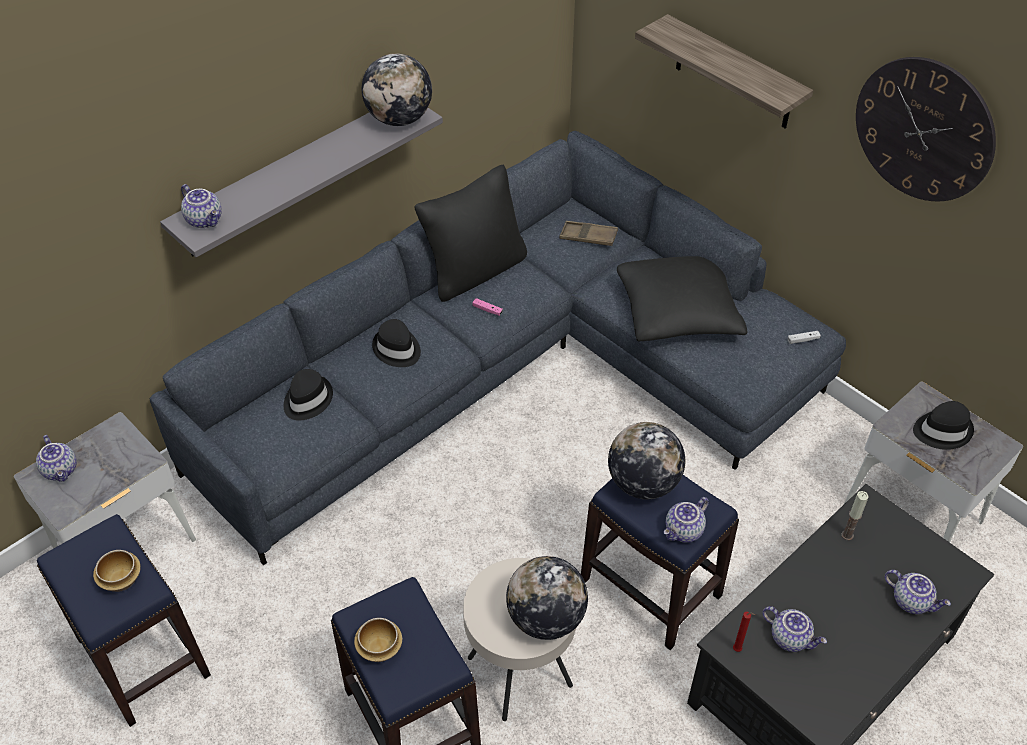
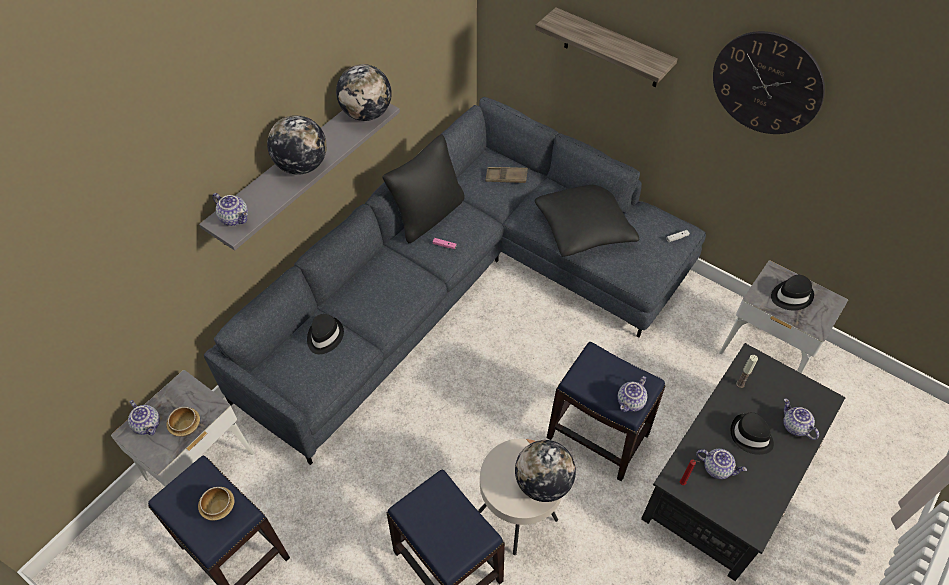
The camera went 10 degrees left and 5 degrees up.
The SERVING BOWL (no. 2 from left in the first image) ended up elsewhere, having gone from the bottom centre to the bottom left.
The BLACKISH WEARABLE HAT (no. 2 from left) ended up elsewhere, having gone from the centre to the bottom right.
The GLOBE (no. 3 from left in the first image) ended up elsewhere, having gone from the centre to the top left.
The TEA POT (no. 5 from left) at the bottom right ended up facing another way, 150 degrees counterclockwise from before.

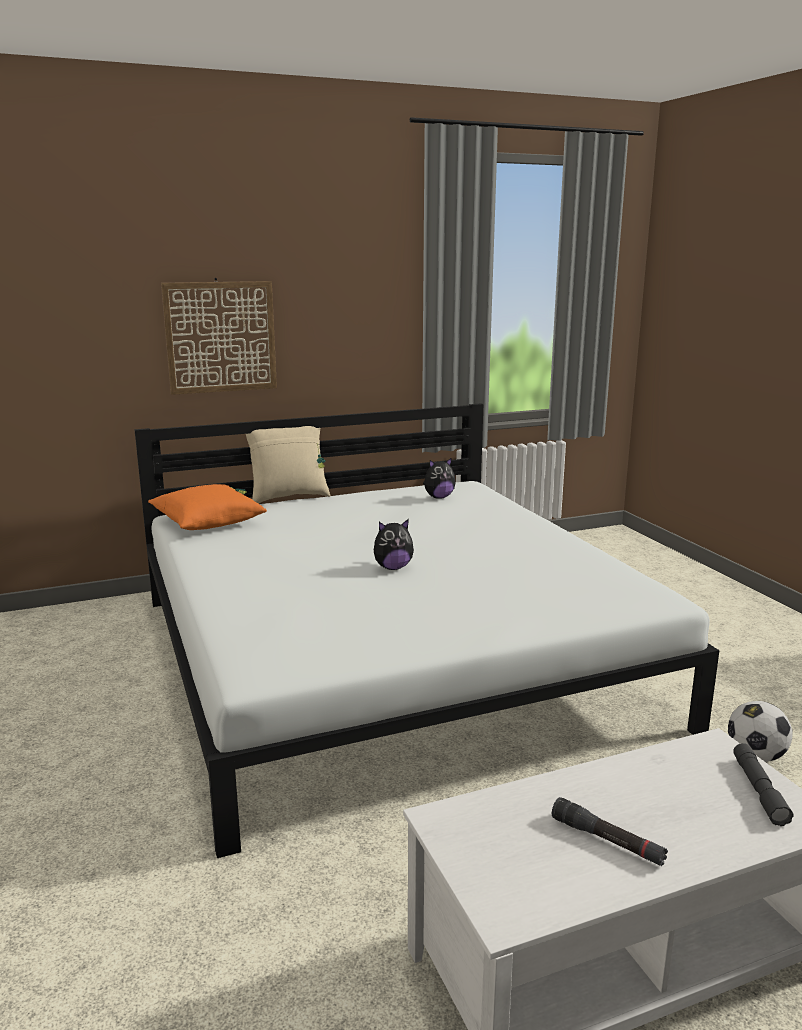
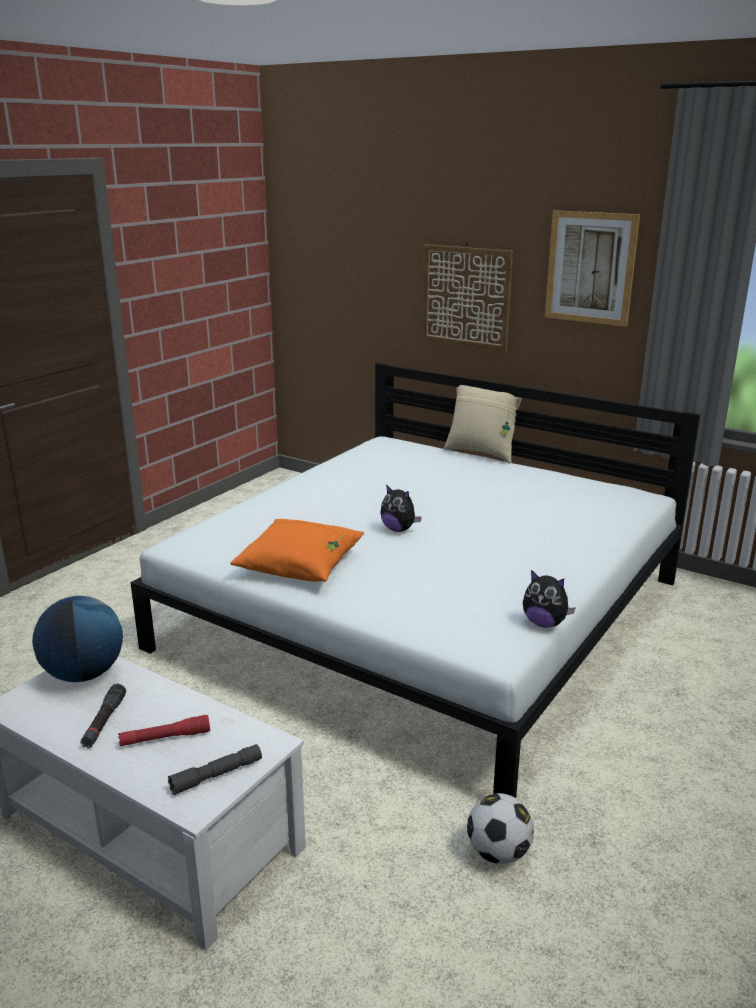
The camera went 55 degrees right and 5 degrees up.
The ORANGEY CUSHION ended up elsewhere, having gone from the middle left to the centre.
The PLUSH TOY (no. 2 from left) ended up elsewhere, having gone from the centre to the middle right.
The second view gained the GLOBE at the middle left.
The second view gained the RED FLASHLIGHT at the bottom left.
The second view gained the WALL PICTURE (no. 2 from left) at the top right.

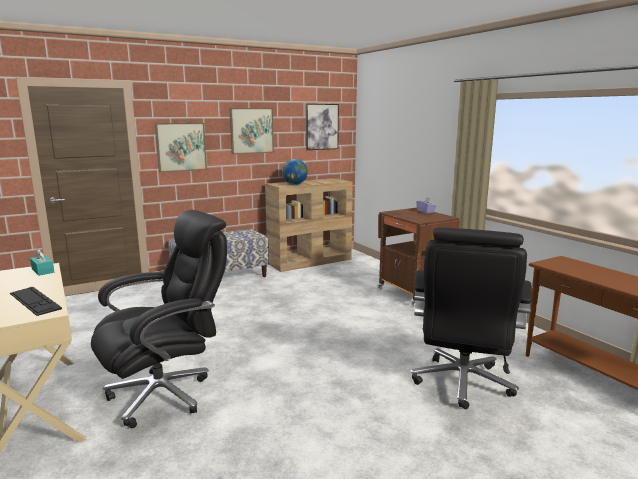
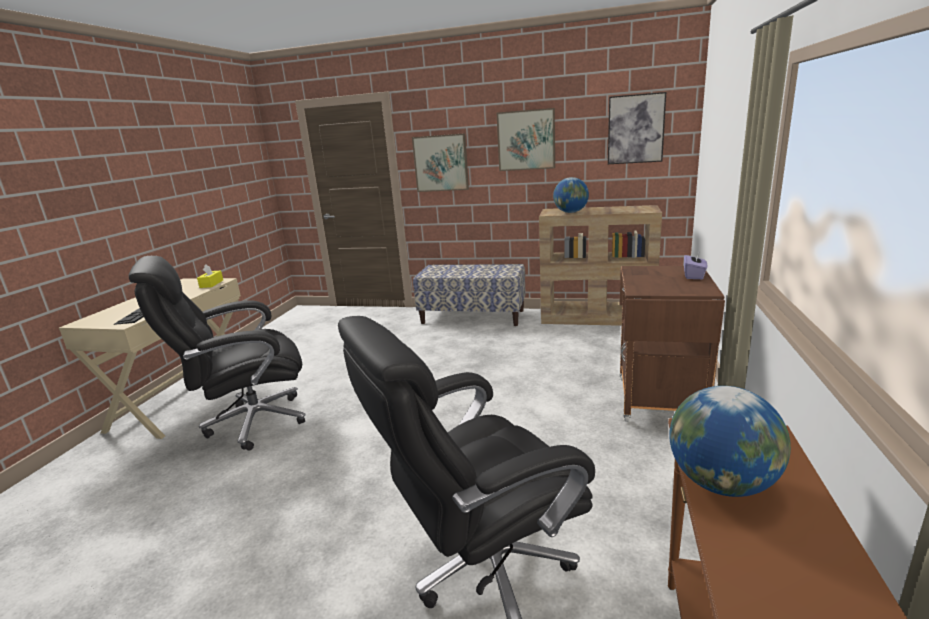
The camera went 45 degrees right and 5 degrees up.
What was the TURQUOISE BOX OF TISSUES at the middle left turned into the YELLOW-COLOURED BOX OF TISSUES at the middle left.
The BLACKISH COMPUTER CHAIR (no. 1 from left) at the middle left ended up facing another way, 150 degrees clockwise from before.
The second view gained the GLOBE (no. 2 from left) at the bottom right.

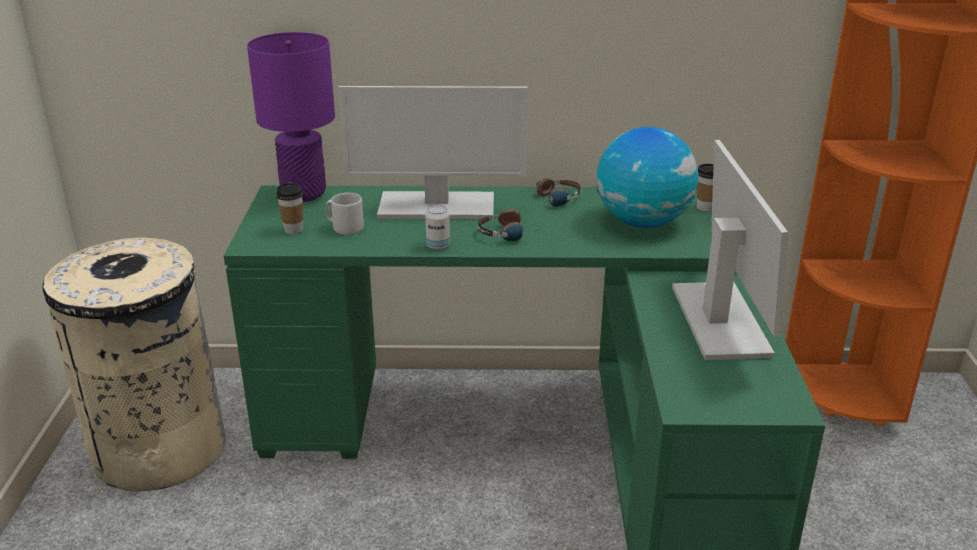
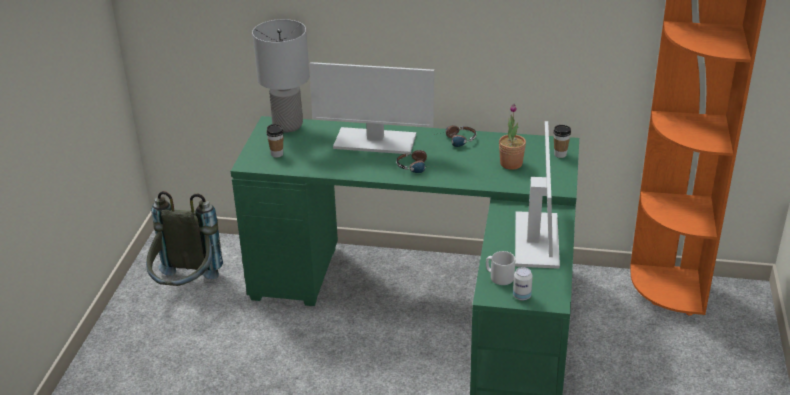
The camera went 10 degrees right and 5 degrees up.
Where the BEIGE TRASH CAN stood at the middle left, the GREY BACKPACK came to stand at the middle left.
What was the PURPLE-COLOURED TABLETOP LAMP at the top left turned into the GREY TABLETOP LAMP at the top centre.
The GREY MUG ended up elsewhere, having gone from the centre to the bottom centre.
The SEALED CAN ended up elsewhere, having gone from the centre to the bottom centre.
Where the GLOBE stood at the top centre, the POTTED PLANT came to stand at the centre.

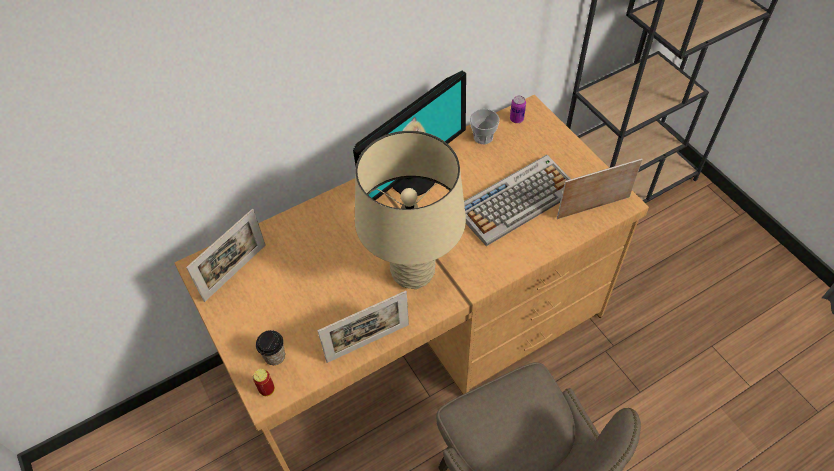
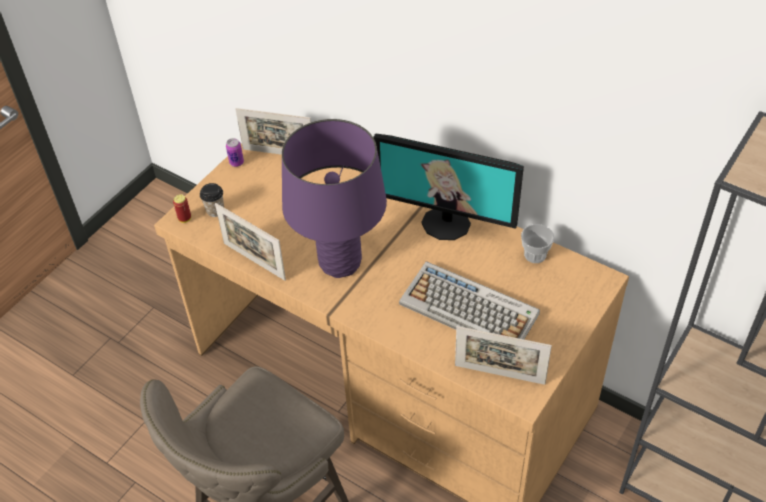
The camera went 65 degrees right and 5 degrees down.
What was the BEIGE TABLETOP LAMP at the centre turned into the PURPLE-COLOURED TABLETOP LAMP at the centre.
The SEALED CAN (no. 2 from left) ended up elsewhere, having gone from the top centre to the top left.
The PICTURE FRAME (no. 3 from left) at the middle right ended up facing another way, 150 degrees clockwise from before.

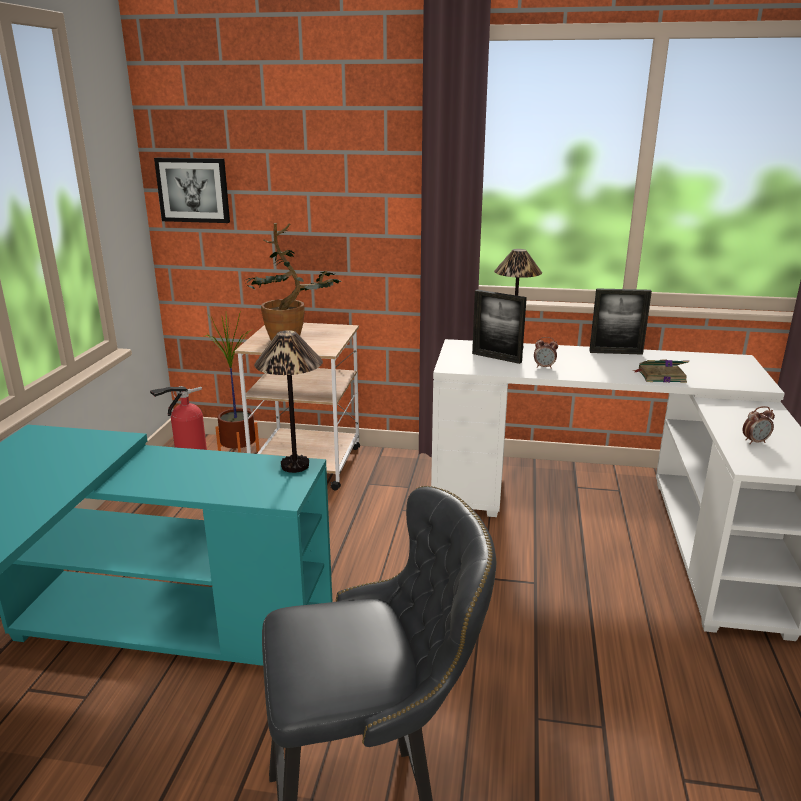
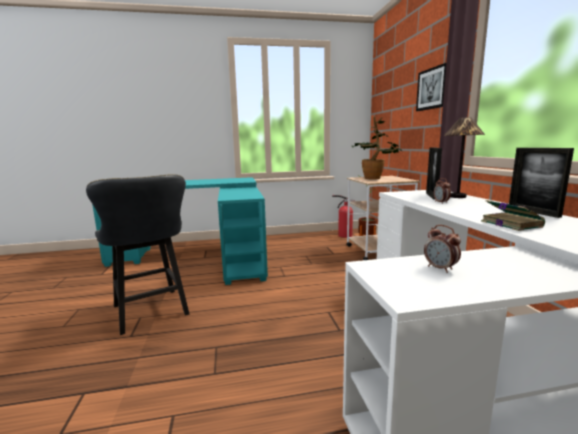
The camera went 70 degrees right and 10 degrees down.
The WALL PICTURE ended up elsewhere, having gone from the top left to the top right.
The second view lost the TABLETOP LAMP (no. 1 from left) at the centre.

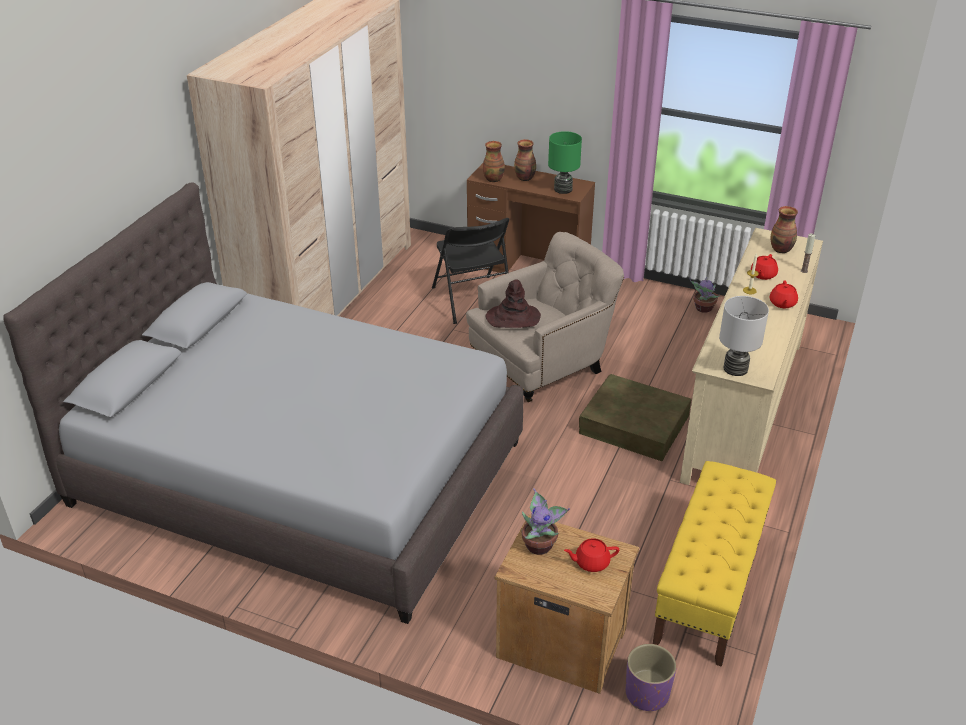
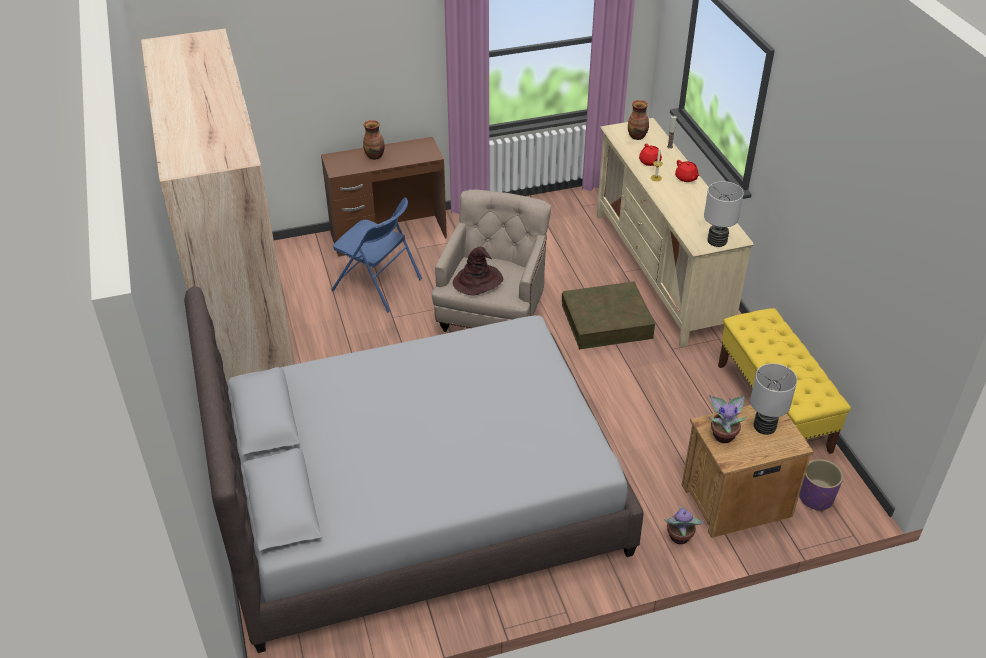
The camera went 40 degrees left and 5 degrees up.
What was the BLACKISH UPRIGHT CHAIR at the centre turned into the BLUE-COLOURED UPRIGHT CHAIR at the centre.
The second view lost the VASE (no. 1 from left) at the top centre.
The second view lost the GREEN TABLETOP LAMP at the top centre.
Where the RED TEA POT (no. 1 from left) stood at the bottom centre, the GREY TABLETOP LAMP (no. 2 from left) came to stand at the middle right.
The POTTED PLANT (no. 2 from left in the first image) ended up elsewhere, having gone from the middle right to the bottom right.

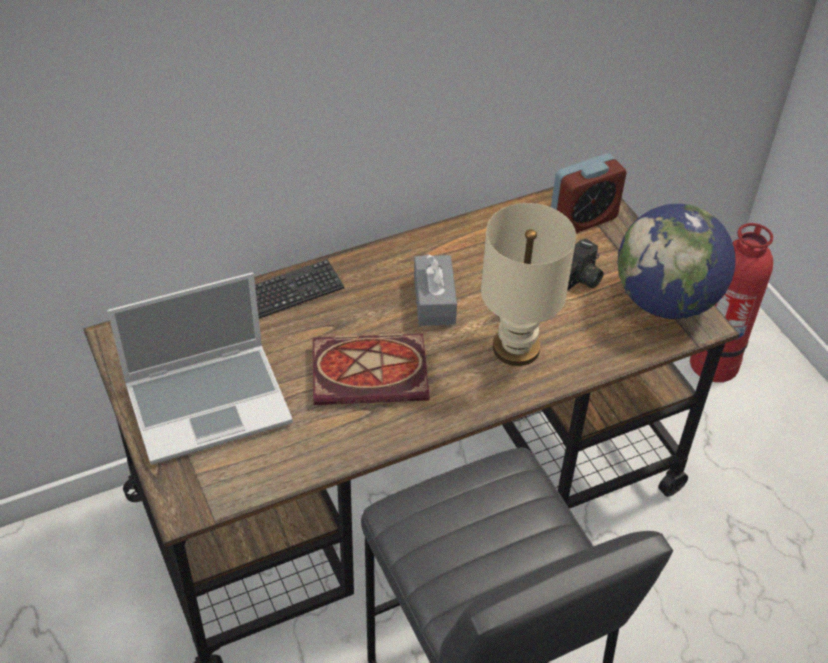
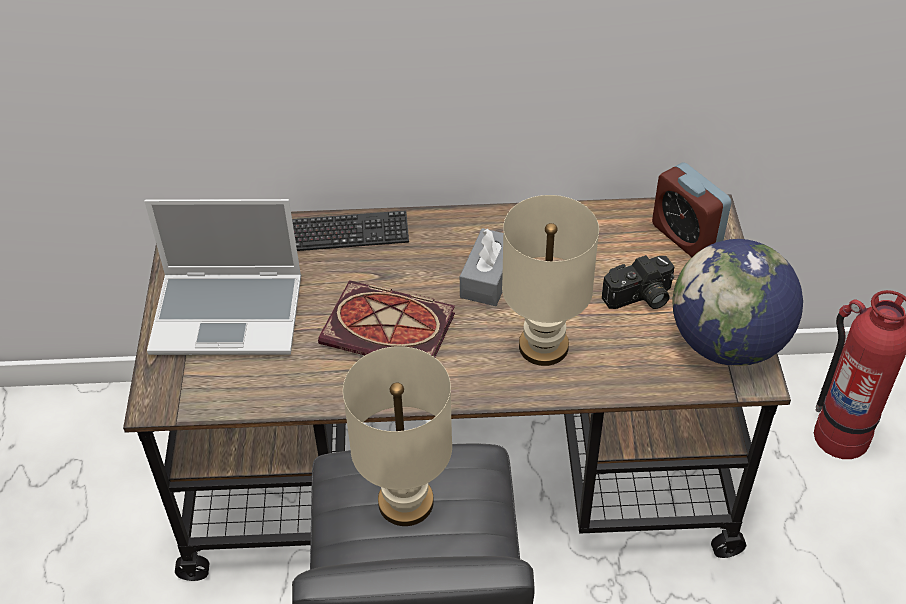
The camera went 25 degrees right and 0 degrees up.
The ALARM CLOCK at the top right ended up facing another way, 60 degrees clockwise from before.
The second view gained the BEIGE TABLETOP LAMP (no. 1 from left) at the bottom centre.

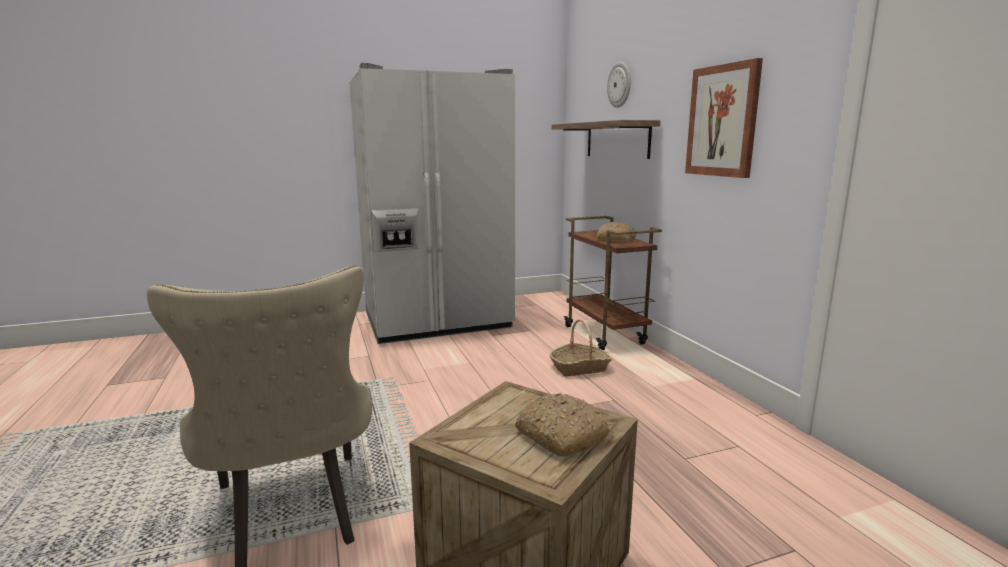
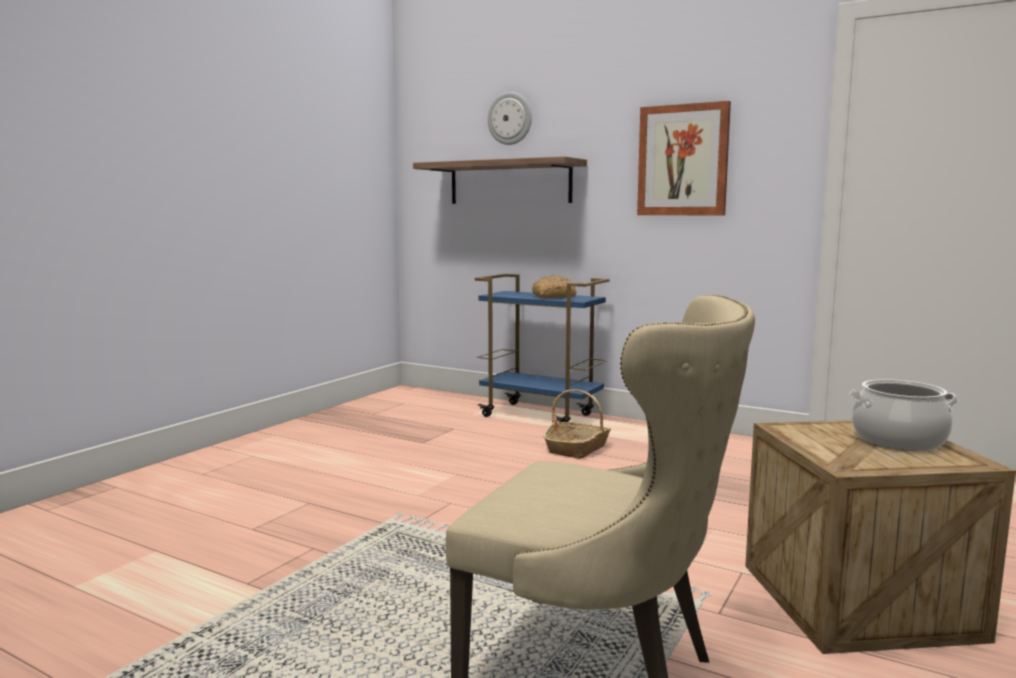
The camera went 40 degrees left and 5 degrees down.
The second view lost the WHITE-COLOURED REFRIGERATOR at the centre.
Where the BAKERY BREAD (no. 1 from left) stood at the bottom centre, the SAUCEPOT came to stand at the middle right.
What was the BROWNISH CART at the centre turned into the BLUE-COLOURED CART at the centre.

